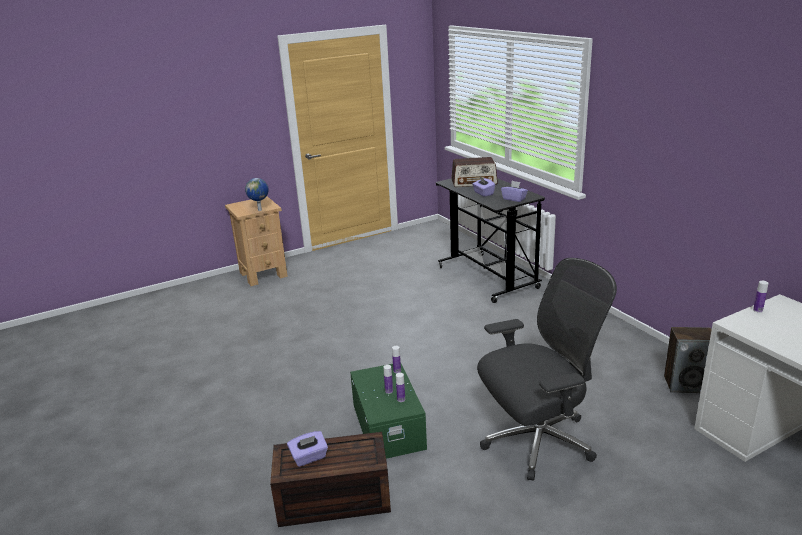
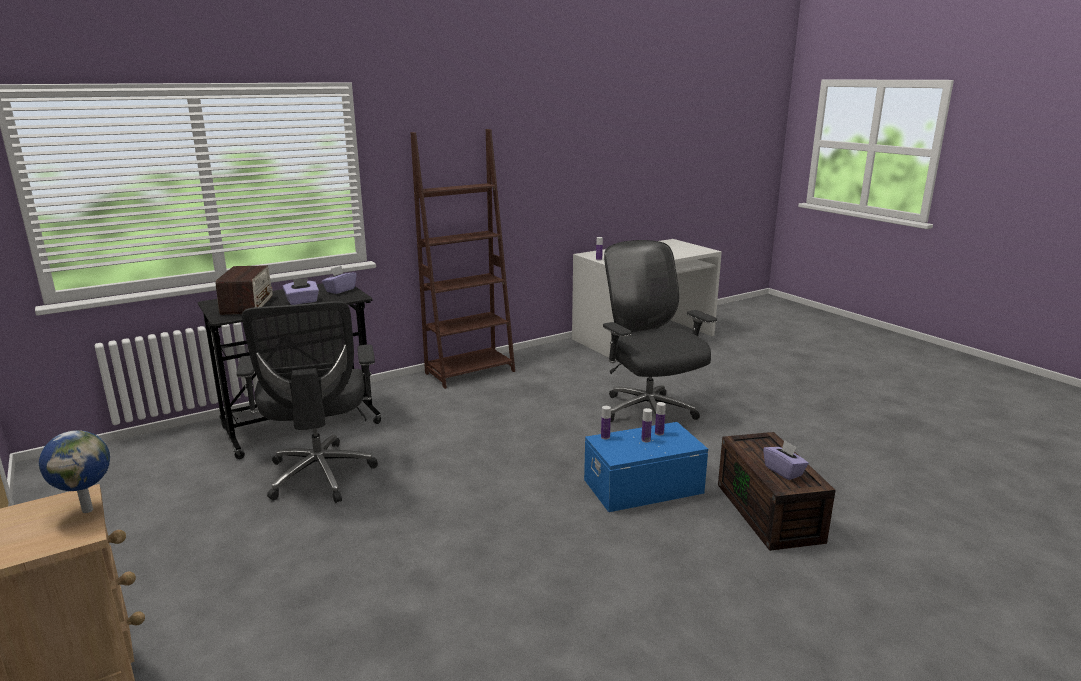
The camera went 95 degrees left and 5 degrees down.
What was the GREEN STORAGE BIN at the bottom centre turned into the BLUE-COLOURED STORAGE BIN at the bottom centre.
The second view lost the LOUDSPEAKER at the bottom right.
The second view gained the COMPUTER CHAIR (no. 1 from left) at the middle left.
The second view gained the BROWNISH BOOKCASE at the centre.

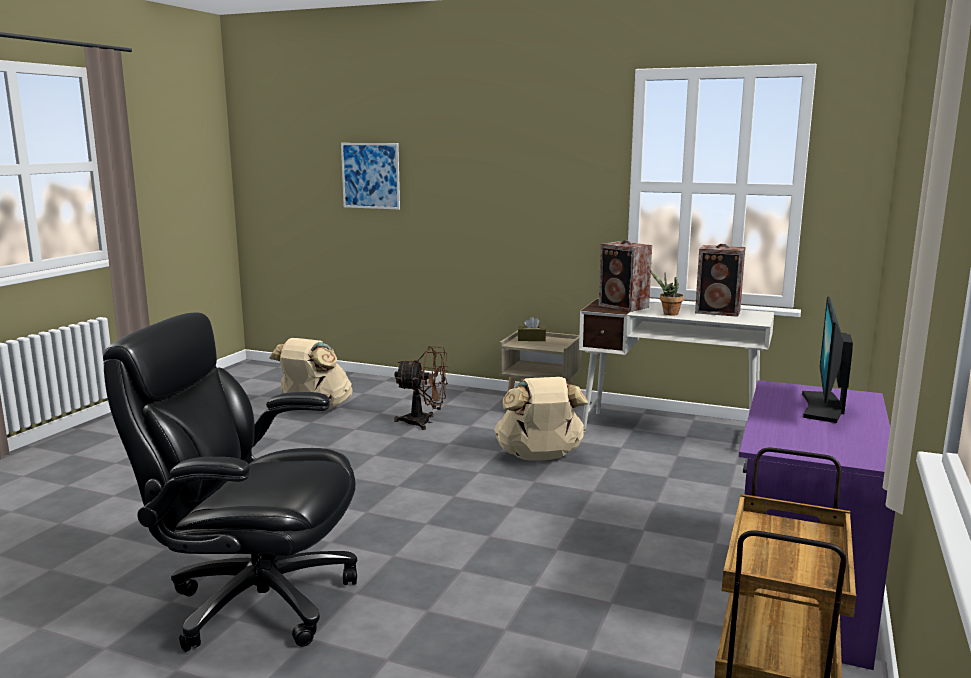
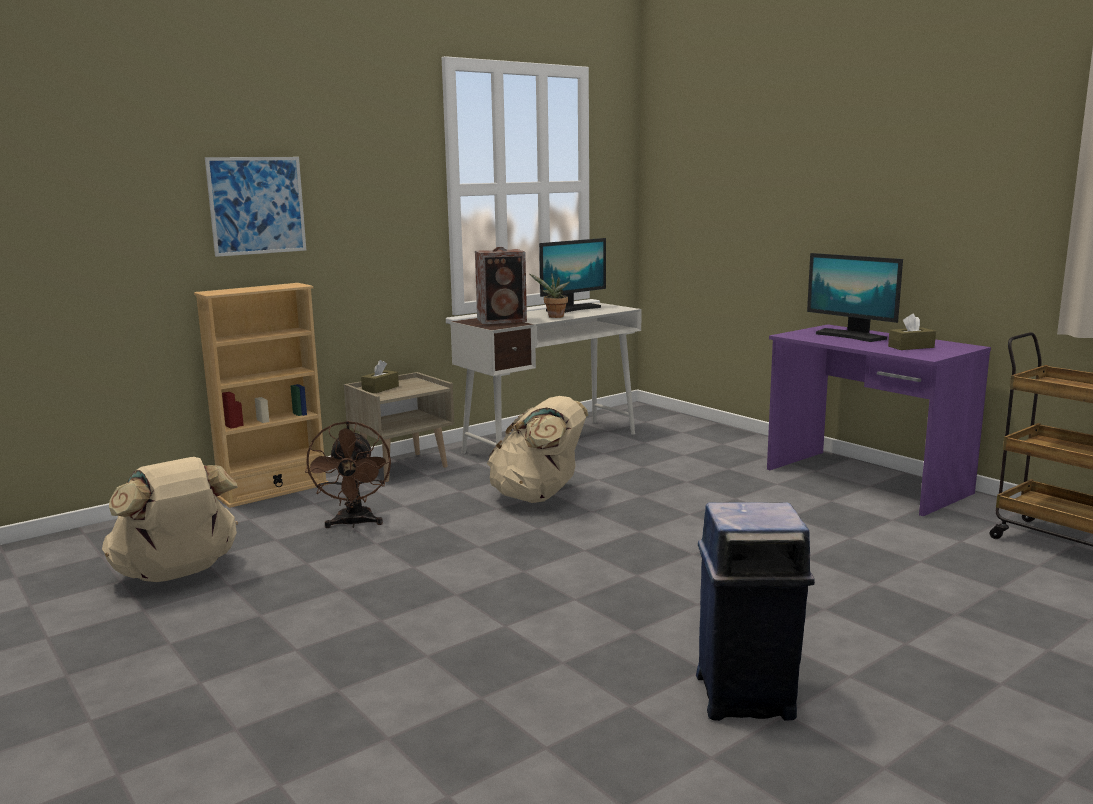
The camera went 60 degrees left and 0 degrees up.
Where the BLACKISH COMPUTER CHAIR stood at the bottom left, the BLUE-COLOURED TRASH CAN came to stand at the bottom right.
The WALL PICTURE ended up elsewhere, having gone from the top centre to the top left.
The BROWNISH ELECTRIC FAN at the centre ended up facing another way, 135 degrees clockwise from before.
Where the LOUDSPEAKER (no. 2 from left) stood at the middle right, the MONITOR (no. 1 from left) came to stand at the centre.
The second view gained the BEIGE BOOKCASE at the middle left.
The second view gained the BROWNISH BOX OF TISSUES (no. 2 from left) at the middle right.

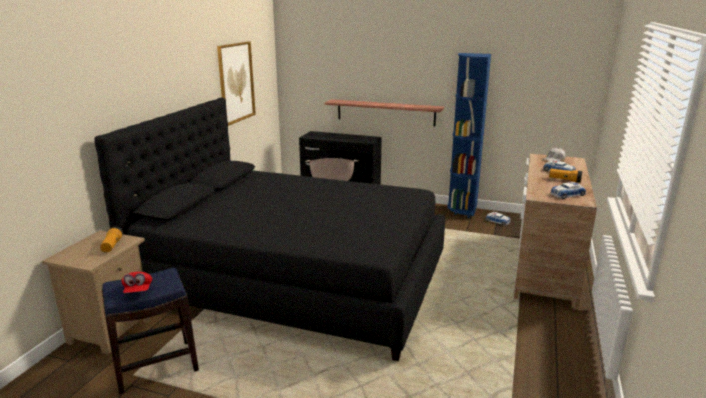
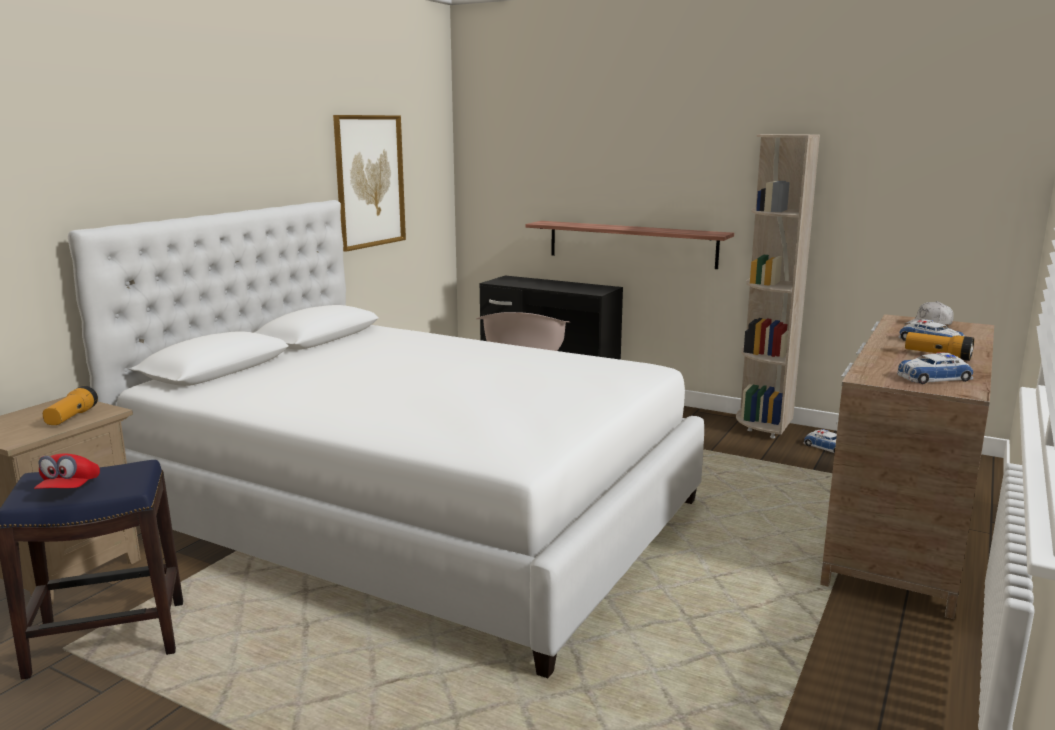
The camera went 10 degrees right and 5 degrees down.
What was the BLACKISH SLEEPING BED at the centre turned into the WHITE-COLOURED SLEEPING BED at the centre.
What was the BLUE-COLOURED BOOKCASE at the centre turned into the BEIGE BOOKCASE at the middle right.

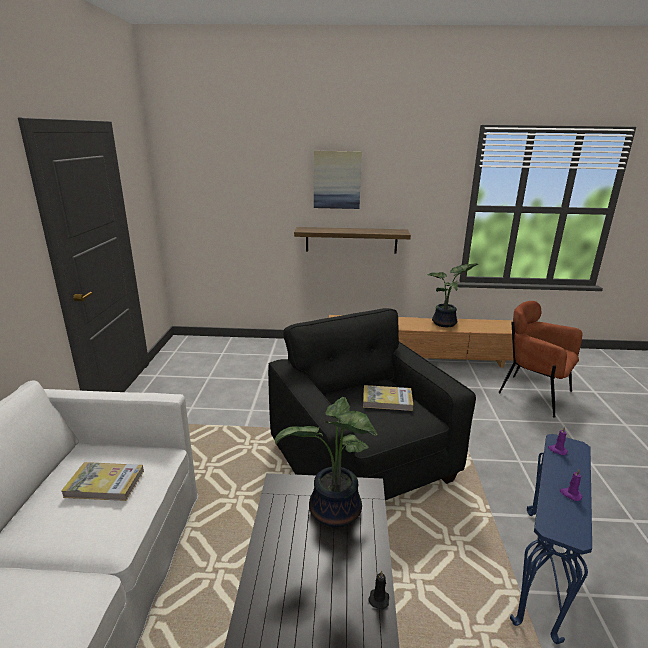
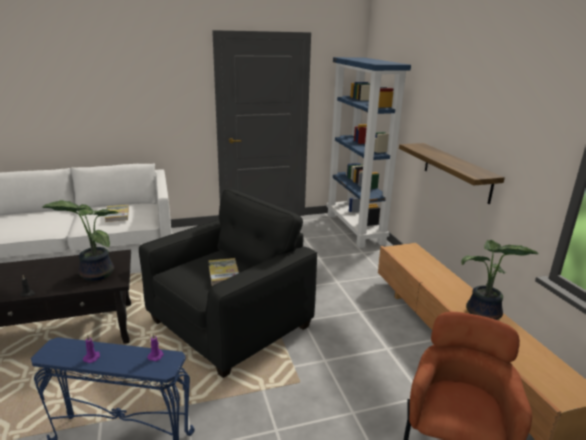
The camera went 70 degrees right and 0 degrees up.
The second view lost the WALL PICTURE at the top centre.
The second view gained the BLUE-COLOURED BOOKCASE at the centre.

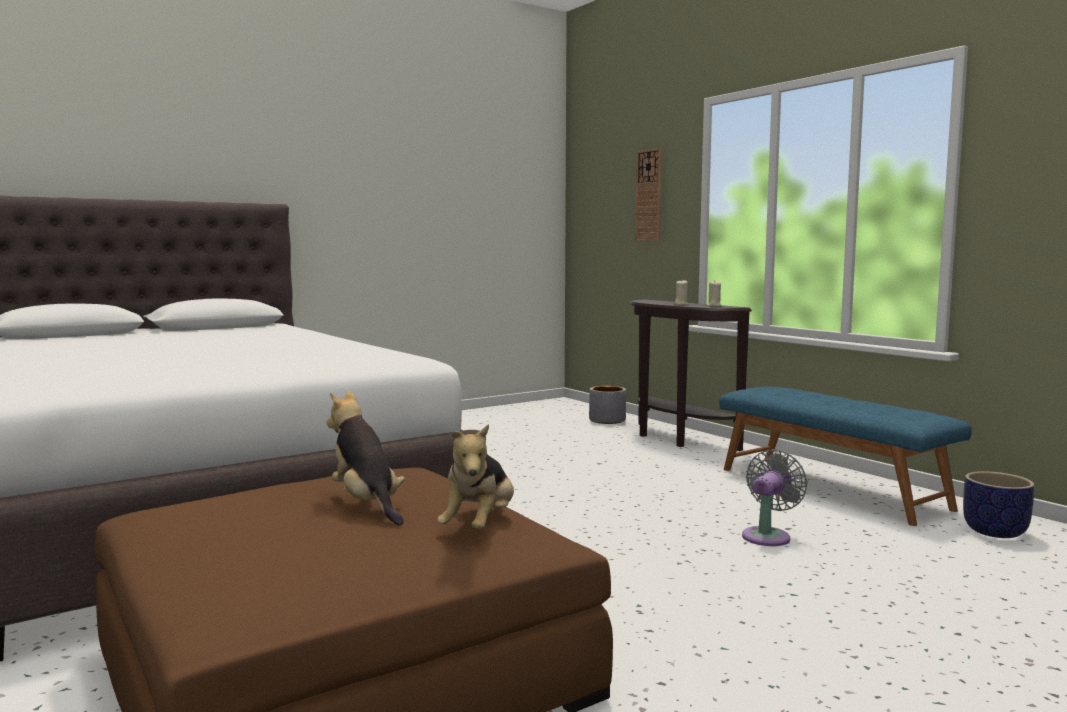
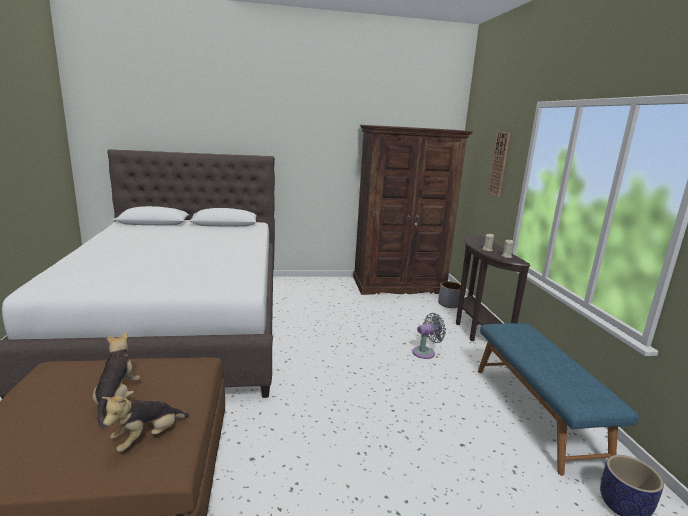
The camera went 25 degrees right and 10 degrees up.
The GREY ELECTRIC FAN ended up elsewhere, having gone from the bottom right to the centre.
The second view gained the BROWNISH WARDROBE at the centre.

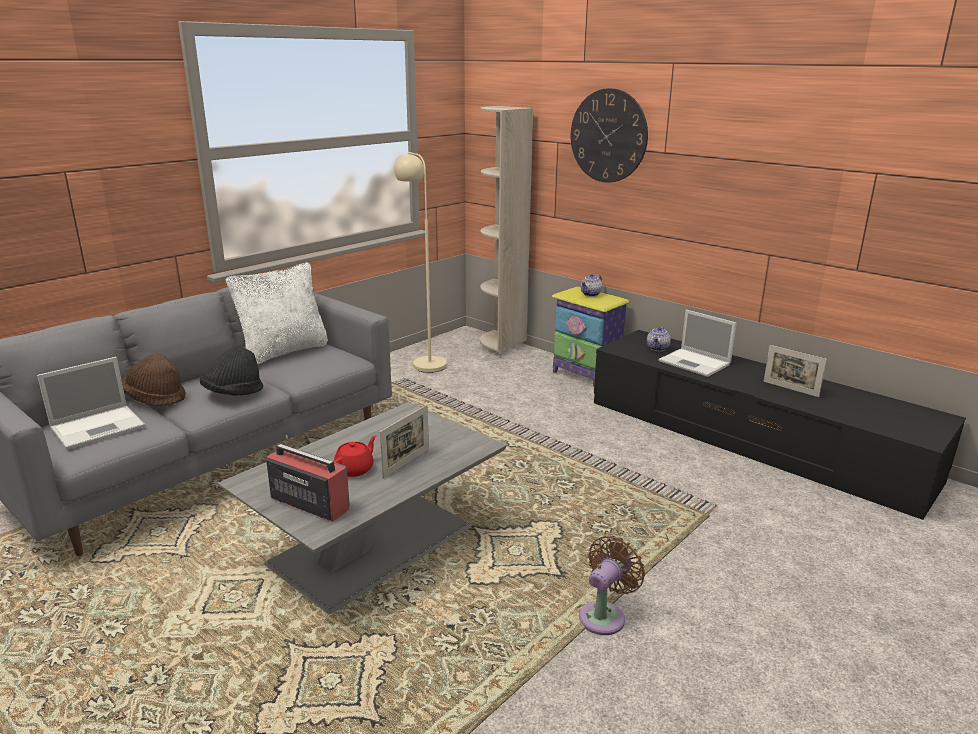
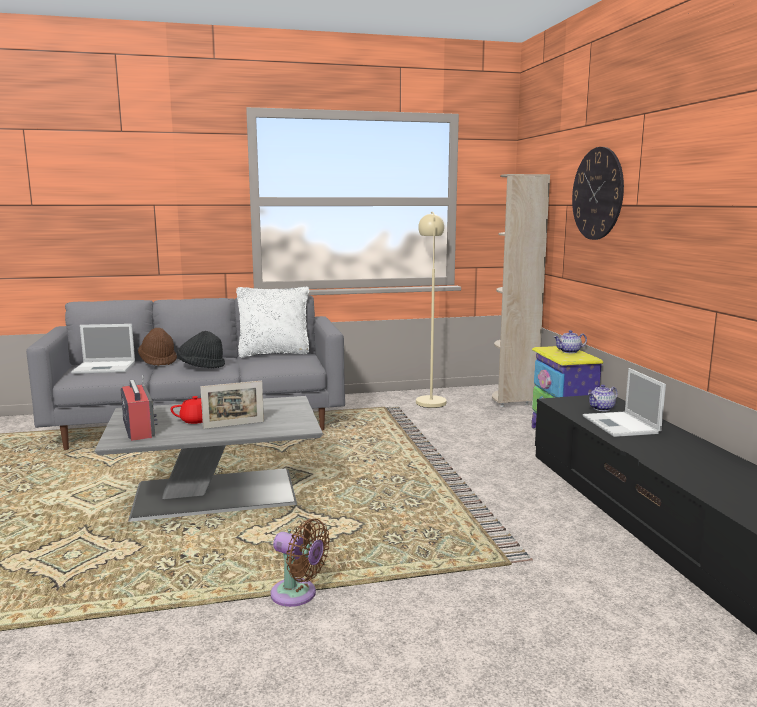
The camera went 35 degrees right and 10 degrees down.
The BROWNISH ELECTRIC FAN at the bottom centre ended up facing another way, 45 degrees clockwise from before.
The second view lost the PICTURE FRAME (no. 2 from left) at the middle right.

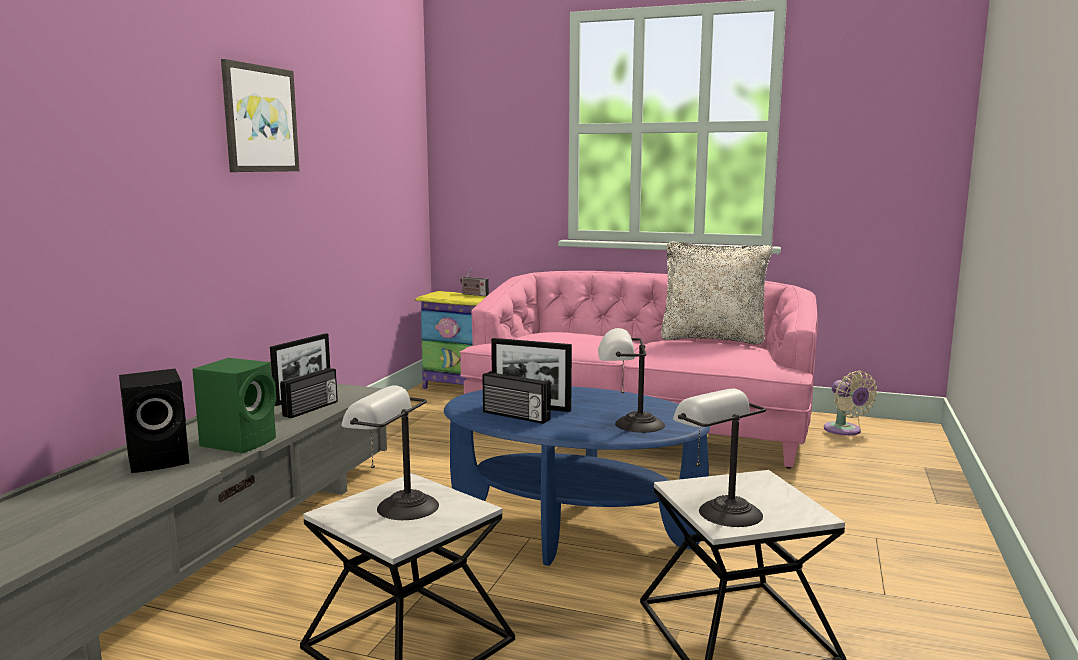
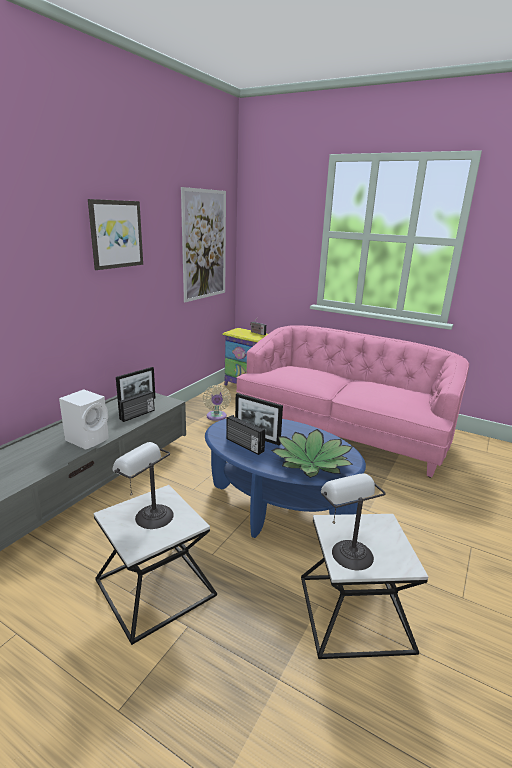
The camera went 10 degrees right and 10 degrees up.
The second view lost the BLACKISH LOUDSPEAKER at the middle left.
What was the GREEN LOUDSPEAKER at the middle left turned into the WHITE-COLOURED LOUDSPEAKER at the middle left.
Where the TABLETOP LAMP (no. 2 from left) stood at the centre, the POTTED PLANT came to stand at the centre.
The second view lost the BEIGE CUSHION at the centre.
The BEIGE ELECTRIC FAN ended up elsewhere, having gone from the middle right to the centre.
The second view gained the WALL PICTURE (no. 2 from left) at the top centre.

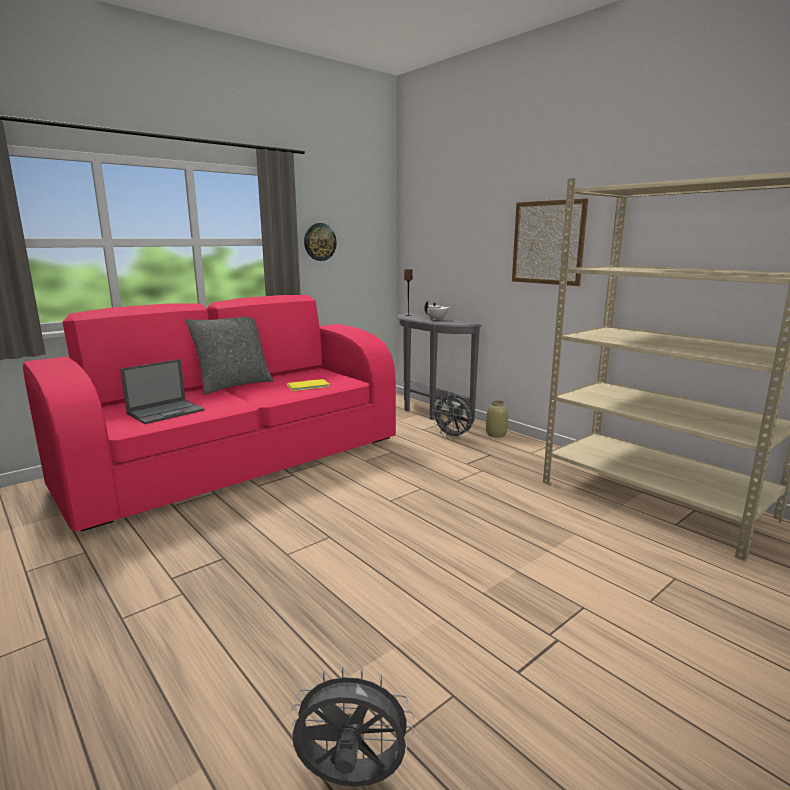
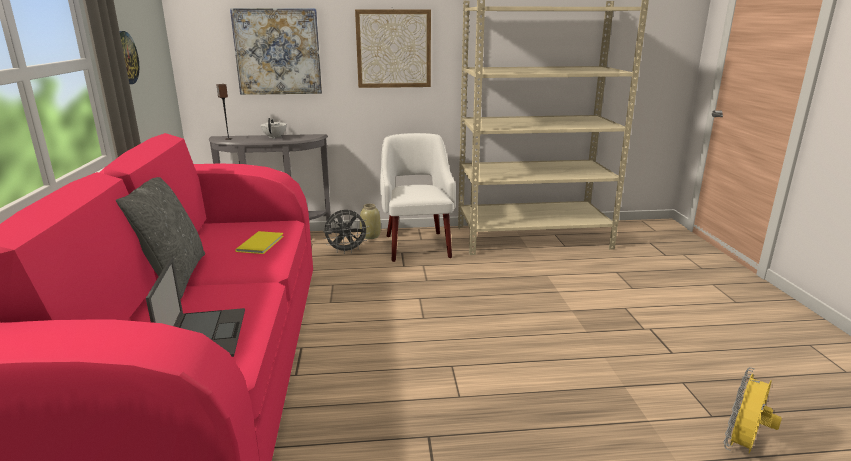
The camera went 55 degrees left and 5 degrees up.
What was the GREY ELECTRIC FAN (no. 1 from left) at the bottom centre turned into the YELLOW-COLOURED ELECTRIC FAN at the bottom right.
The second view gained the WALL PICTURE (no. 1 from left) at the top left.
The second view gained the WHITE-COLOURED ARMCHAIR at the centre.

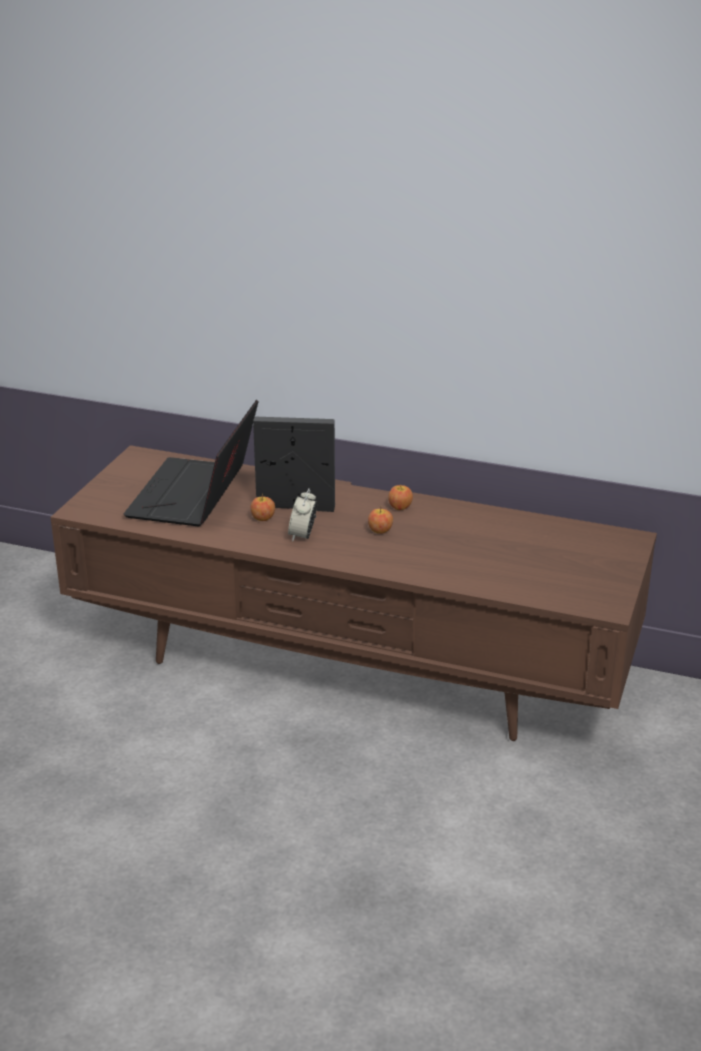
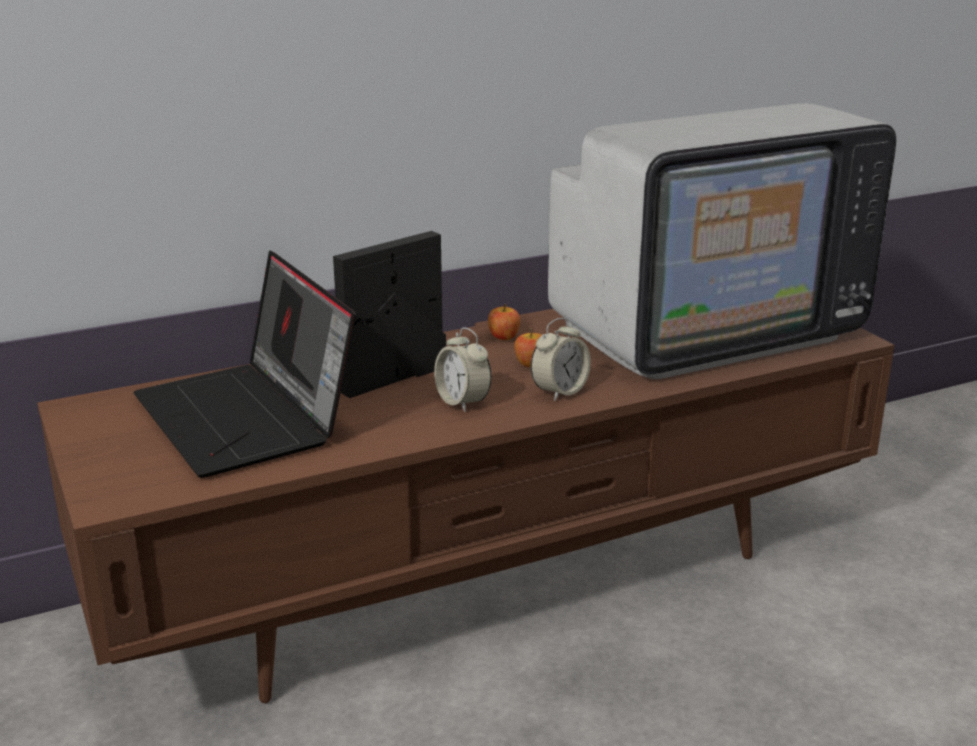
The camera went 45 degrees left and 5 degrees down.
The second view lost the APPLE (no. 1 from left) at the centre.
The second view gained the ALARM CLOCK (no. 2 from left) at the centre.
The second view gained the TV SET at the top right.

